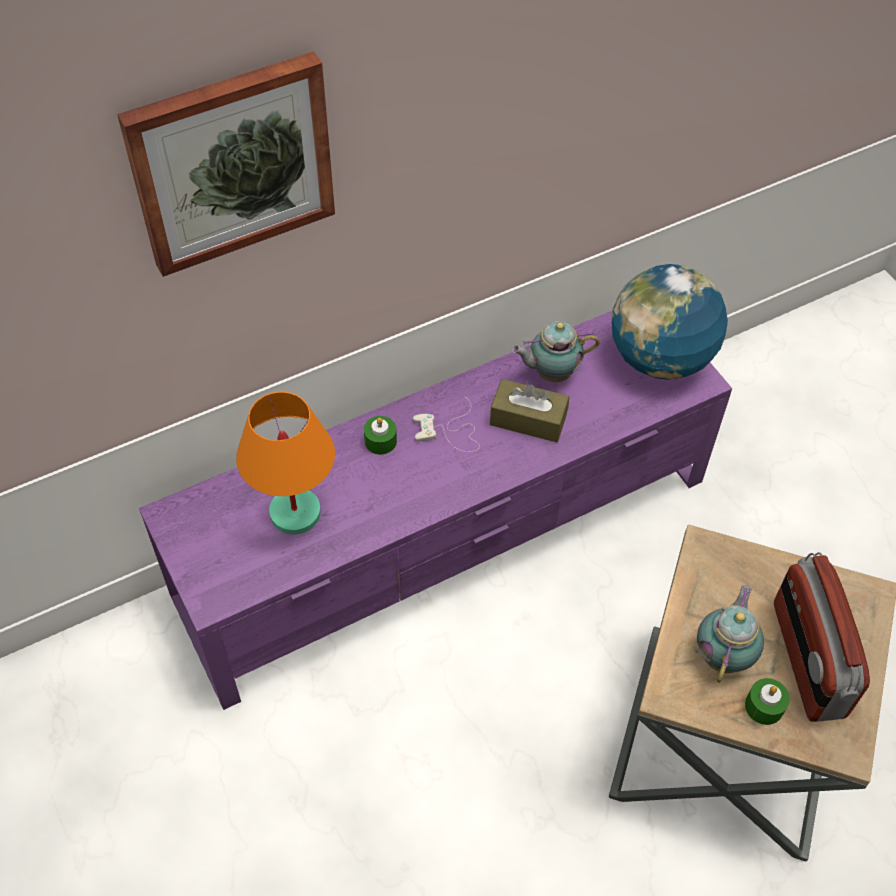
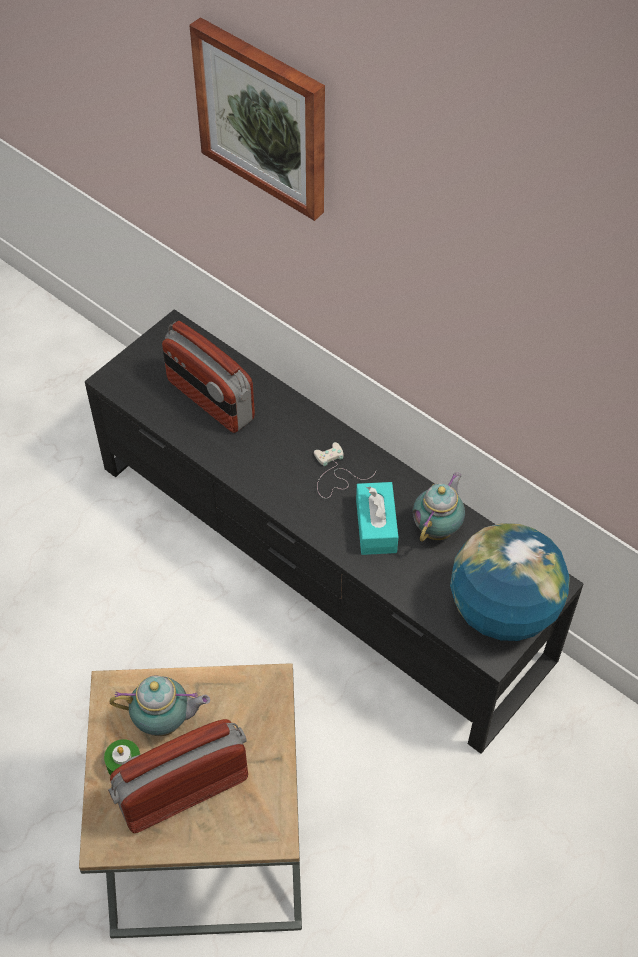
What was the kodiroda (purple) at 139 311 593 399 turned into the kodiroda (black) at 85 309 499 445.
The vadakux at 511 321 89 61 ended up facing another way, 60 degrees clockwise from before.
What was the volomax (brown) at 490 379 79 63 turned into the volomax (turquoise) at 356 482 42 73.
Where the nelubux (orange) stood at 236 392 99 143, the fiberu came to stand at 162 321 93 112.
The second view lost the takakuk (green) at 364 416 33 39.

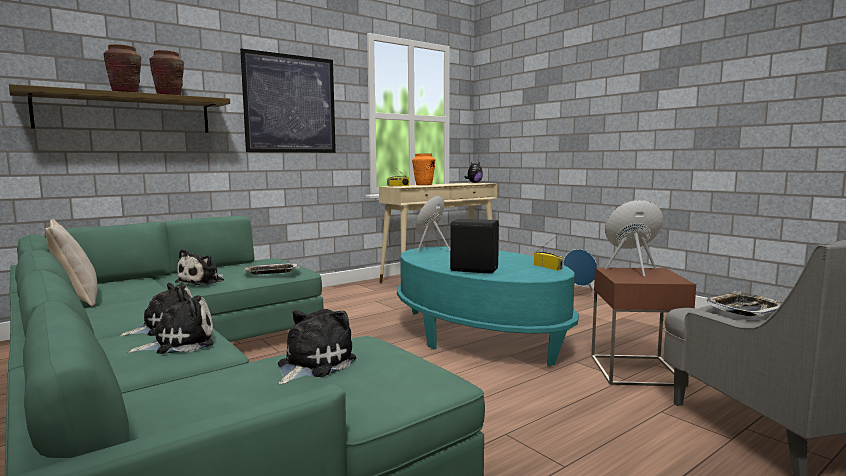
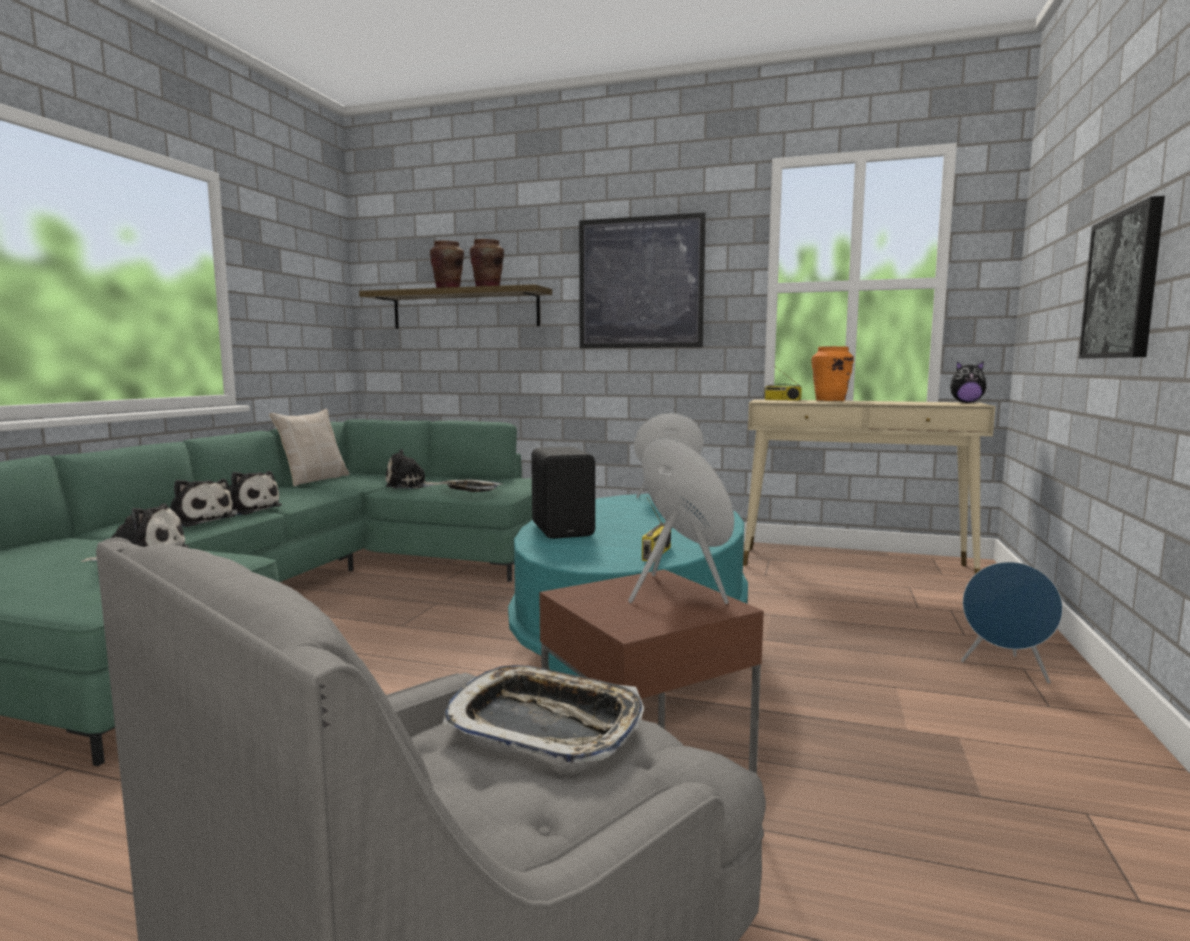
The second view gained the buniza at 1078 196 87 163.

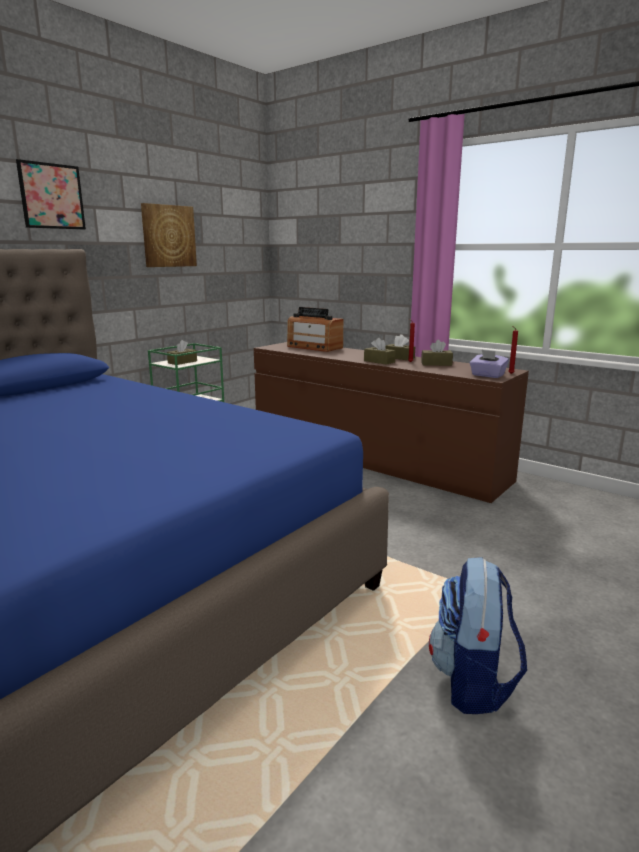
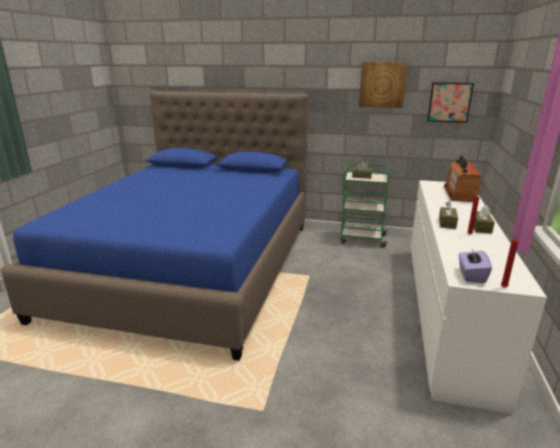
The buniza ended up elsewhere, having gone from 16 159 70 70 to 427 82 47 41.
The second view lost the volomax (brown) at 421 340 32 26.
What was the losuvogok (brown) at 254 342 275 161 turned into the losuvogok (white) at 411 180 136 234.
The second view lost the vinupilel at 429 557 98 157.

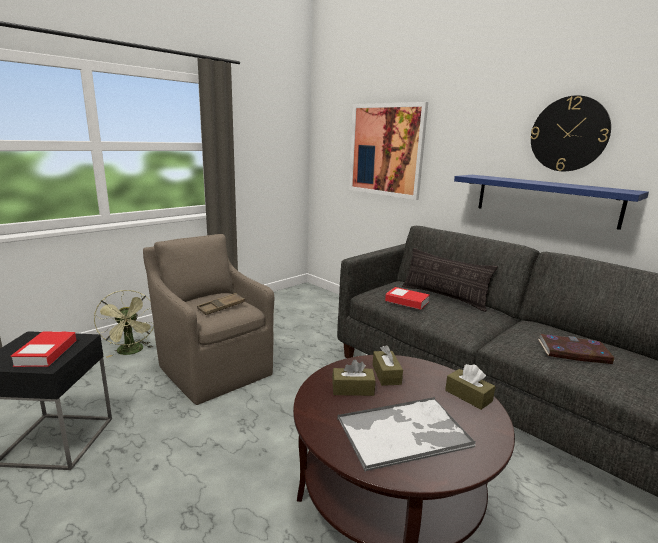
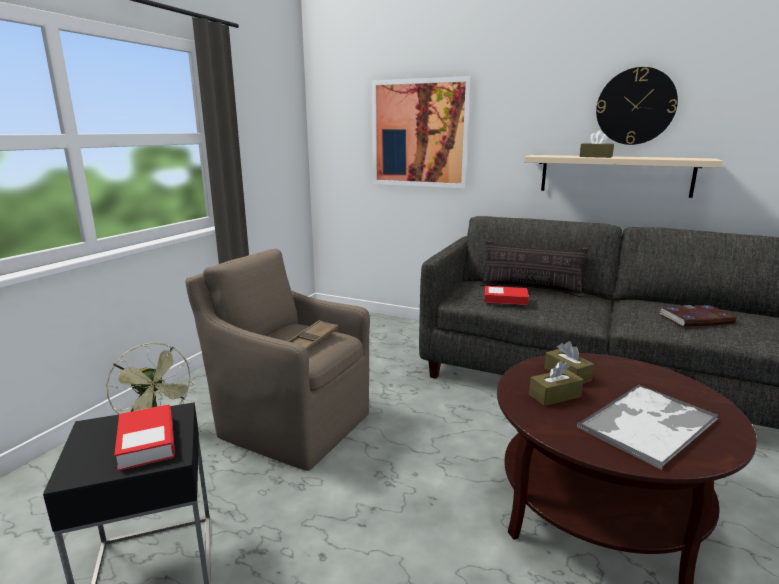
What was the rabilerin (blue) at 454 175 195 55 turned into the rabilerin (beige) at 524 155 199 43.
The volomax (brown) ended up elsewhere, having gone from 445 364 50 46 to 579 131 35 27.

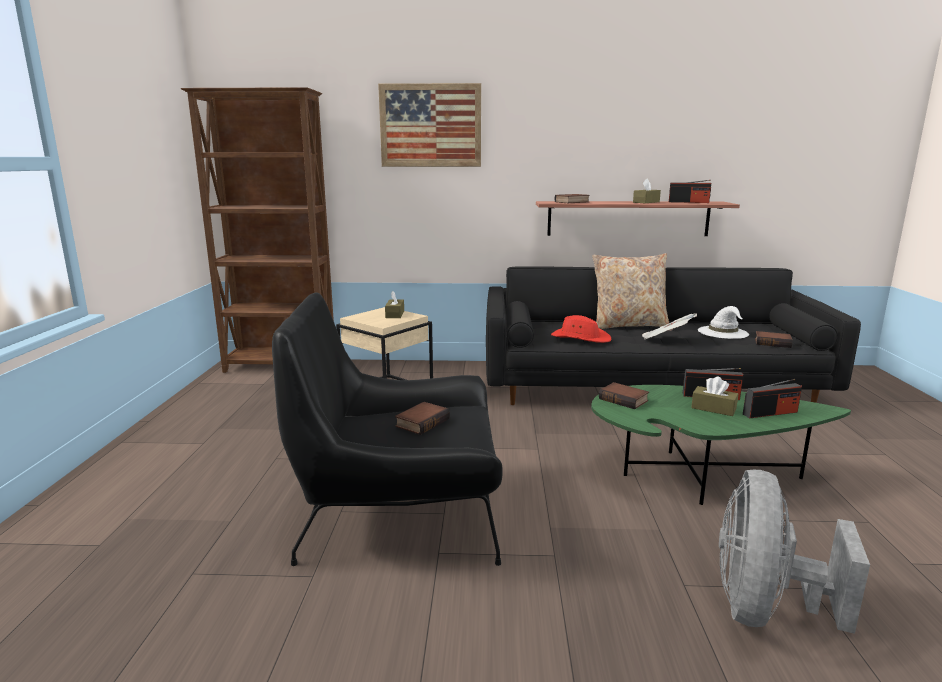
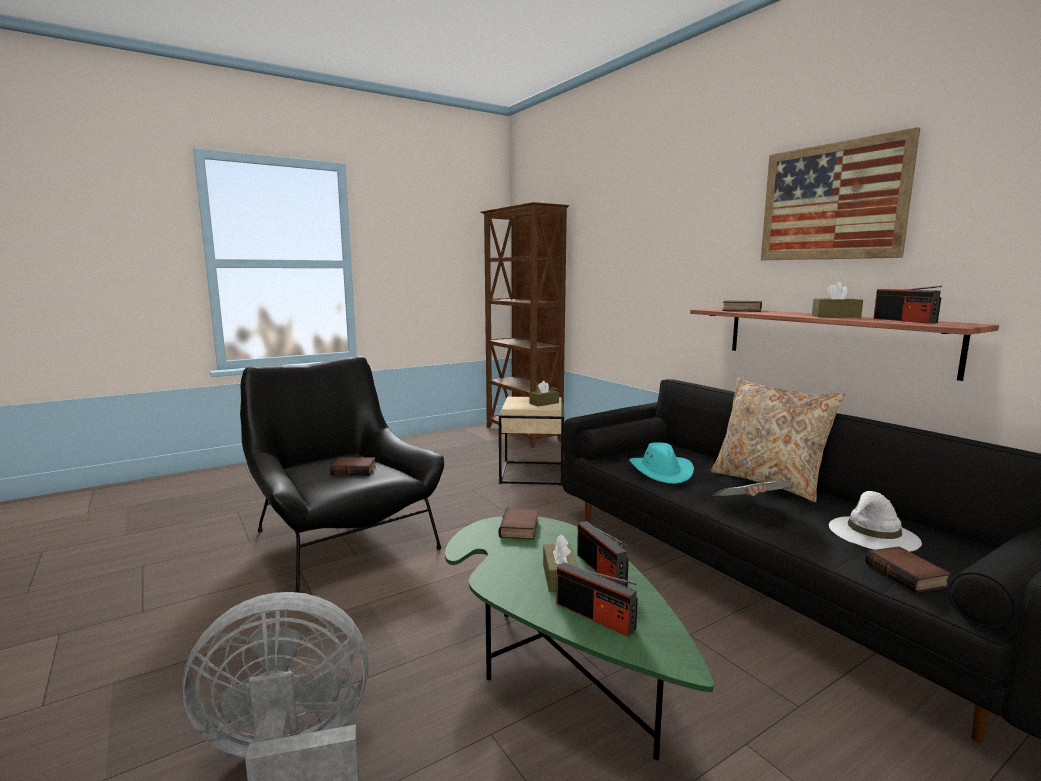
The buniza ended up elsewhere, having gone from 378 83 103 84 to 761 127 159 133.
What was the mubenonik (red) at 551 315 60 28 turned into the mubenonik (turquoise) at 629 442 65 42.

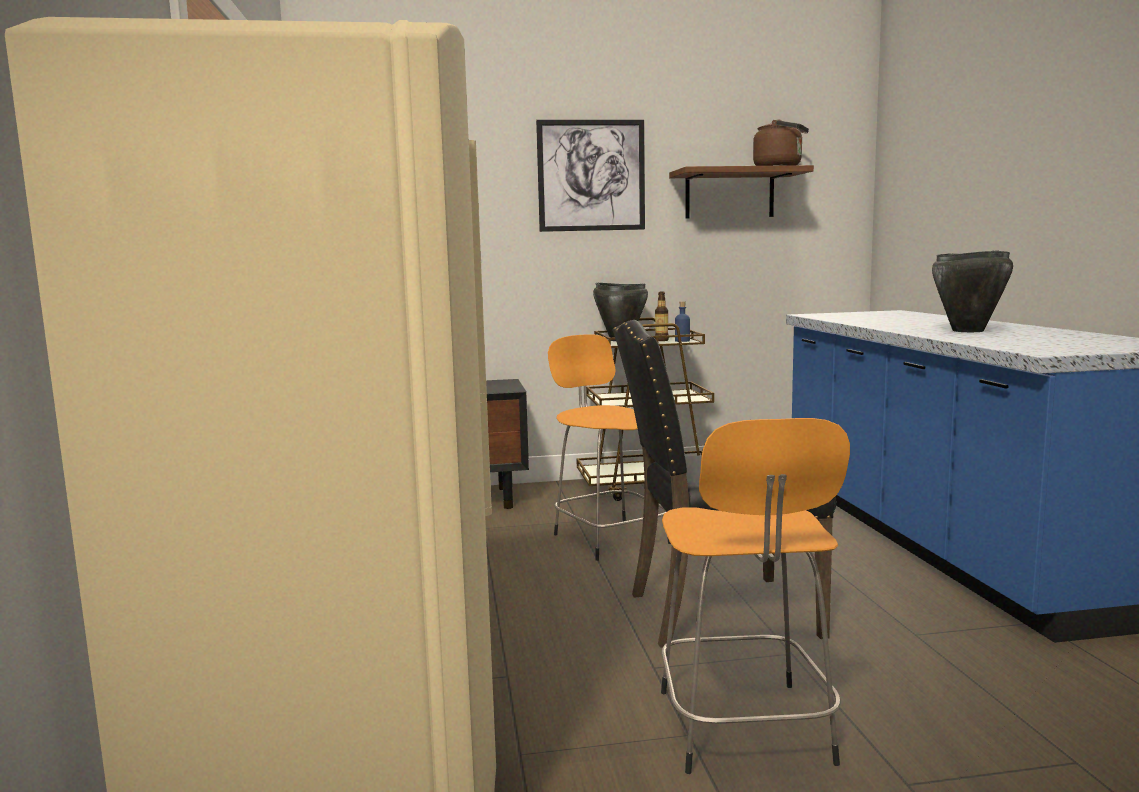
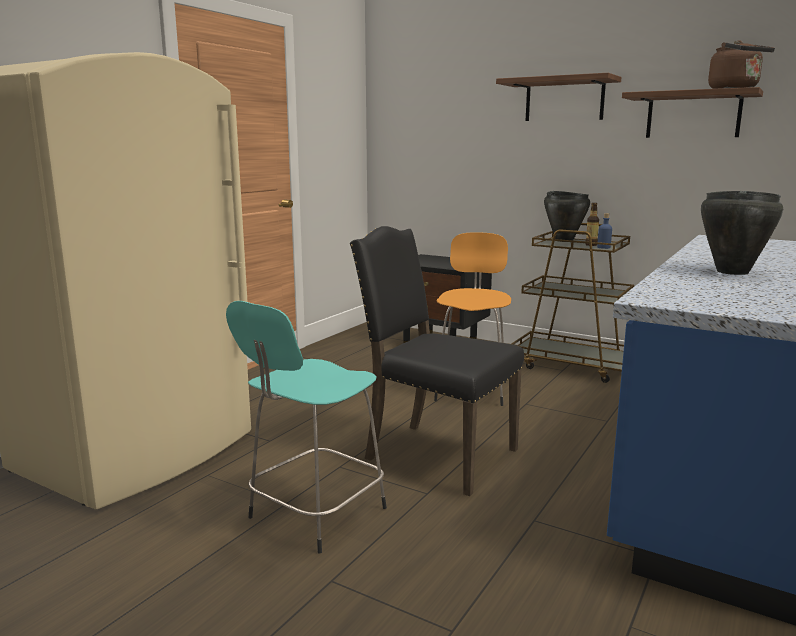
Where the buniza hung at 536 120 109 112, the rabilerin came to hang at 496 73 125 48.
What was the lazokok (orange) at 661 418 189 356 turned into the lazokok (turquoise) at 226 301 161 253.

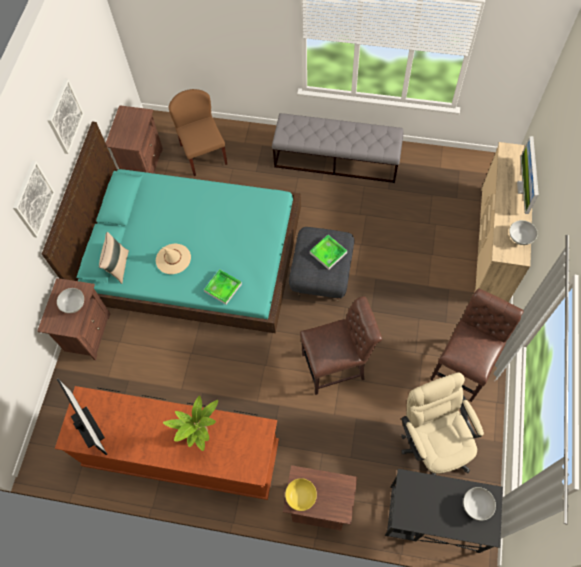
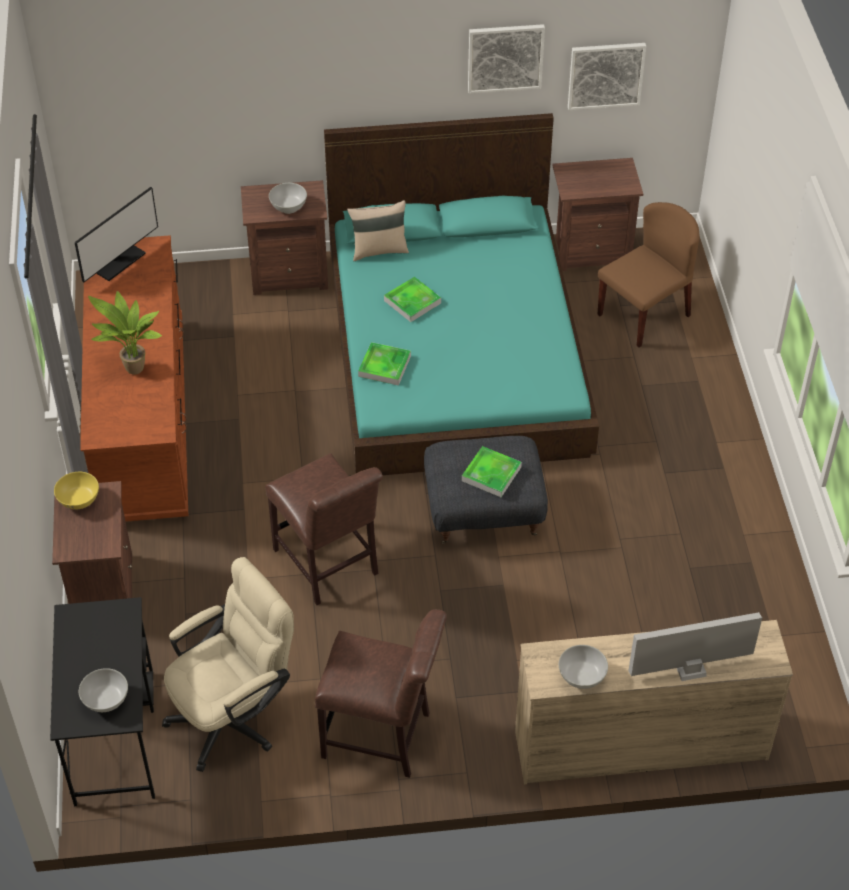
The second view lost the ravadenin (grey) at 272 113 131 70.
The buniza ended up elsewhere, having gone from 13 161 42 77 to 568 43 78 67.
Where the mubenonik (beige) stood at 156 244 35 30, the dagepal came to stand at 384 277 57 45.

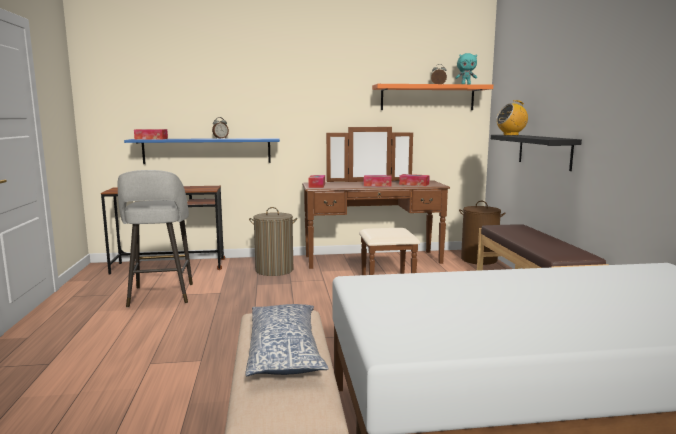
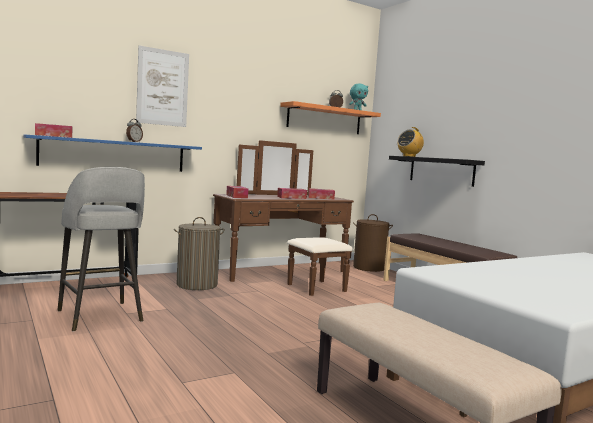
The second view lost the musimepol at 245 304 84 72.
The second view gained the buniza at 136 45 53 82.

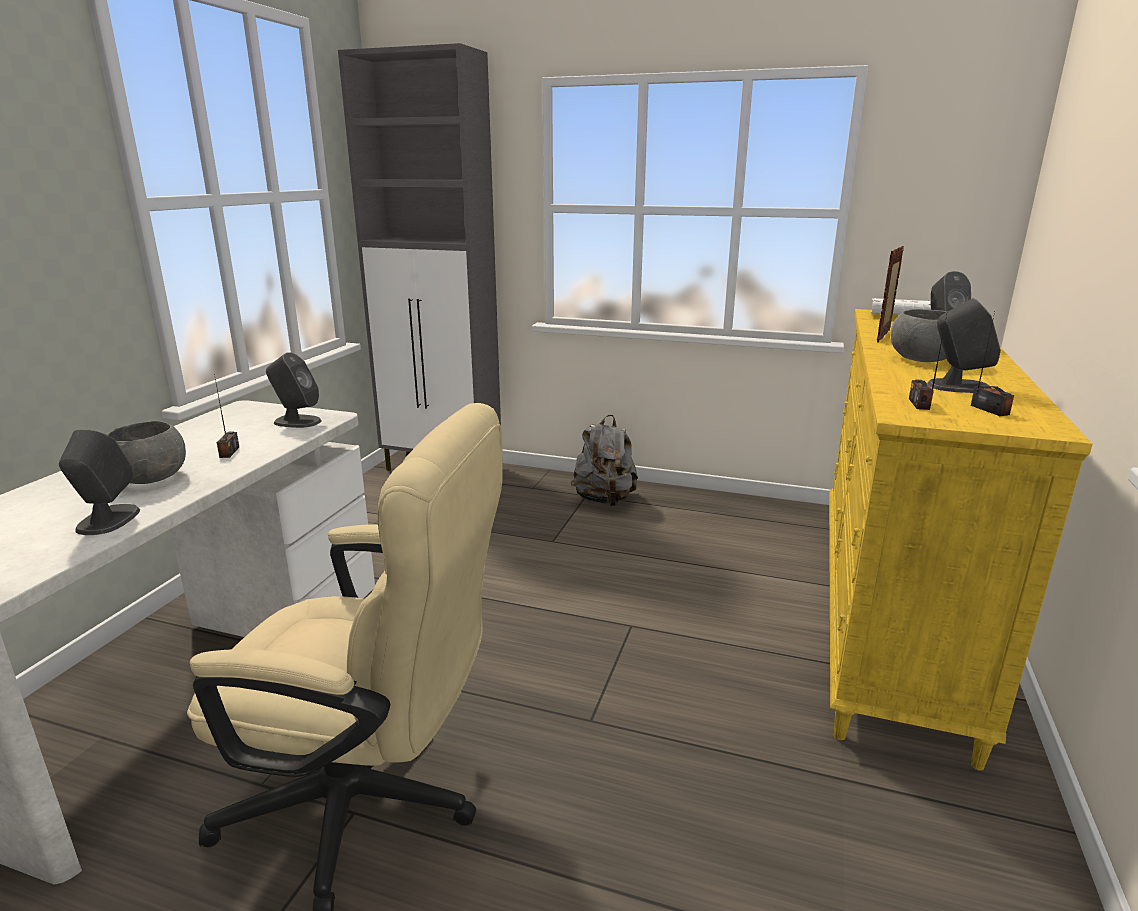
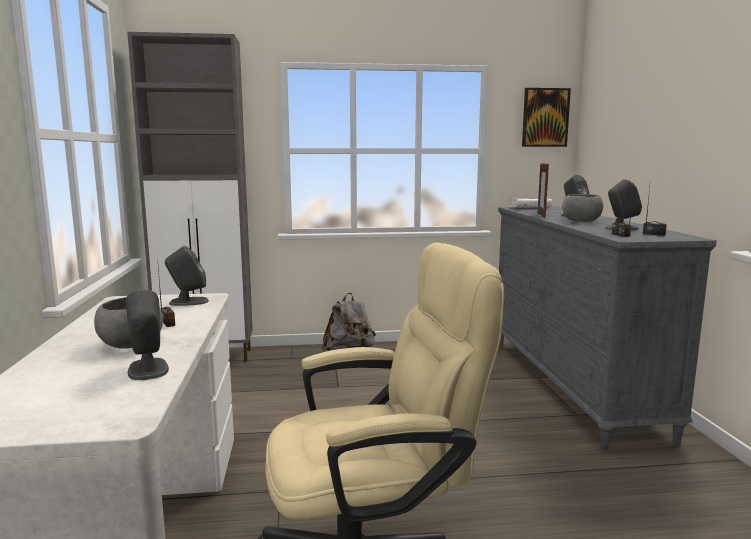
What was the losuvogok (yellow) at 829 309 264 462 turned into the losuvogok (grey) at 498 207 219 243.
The second view gained the buniza at 522 88 49 59.

